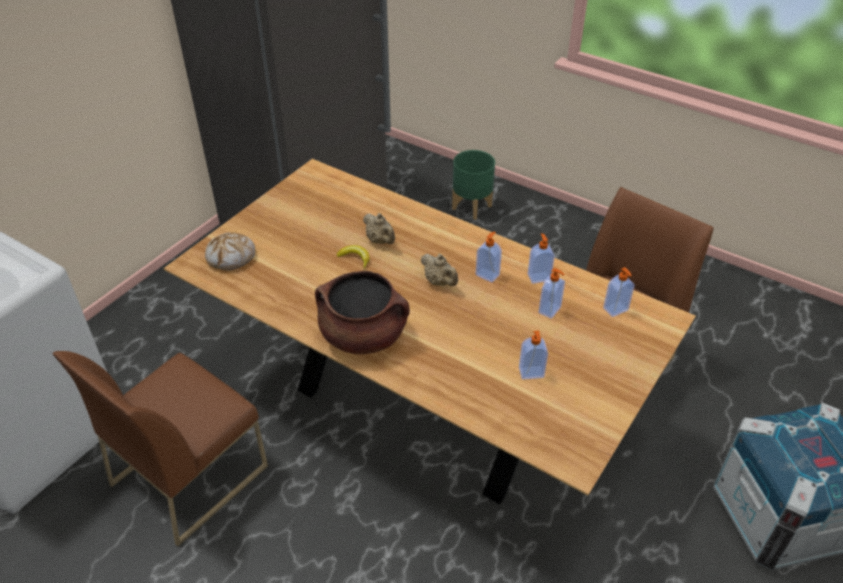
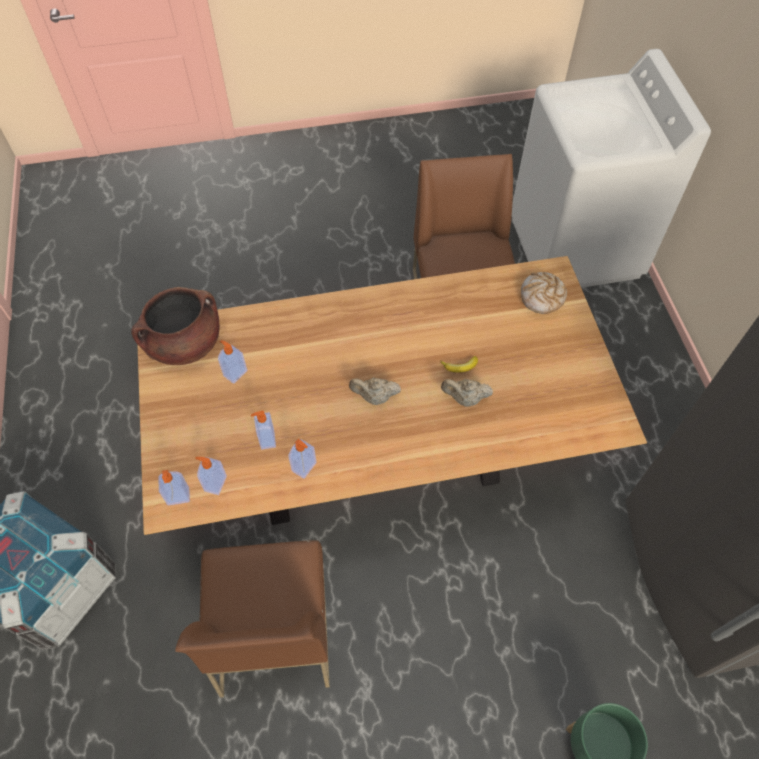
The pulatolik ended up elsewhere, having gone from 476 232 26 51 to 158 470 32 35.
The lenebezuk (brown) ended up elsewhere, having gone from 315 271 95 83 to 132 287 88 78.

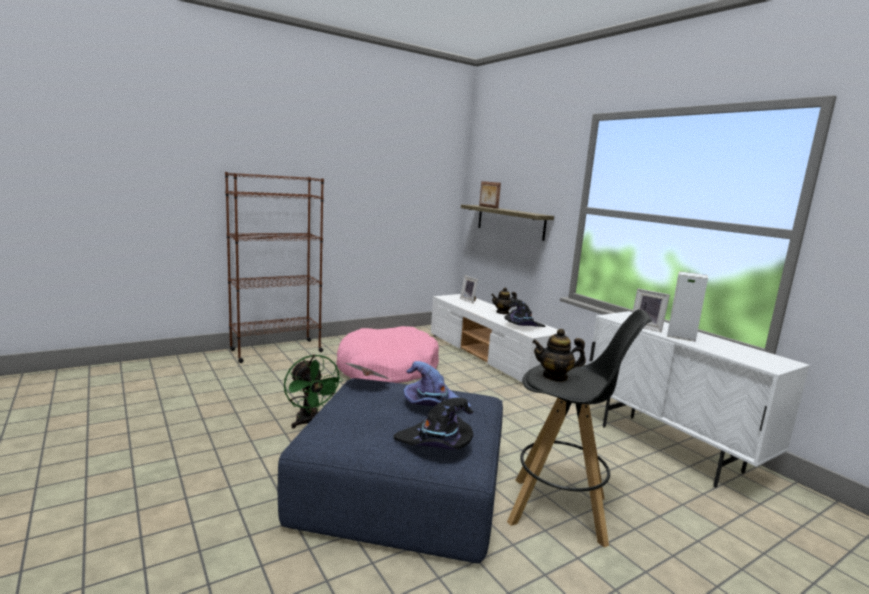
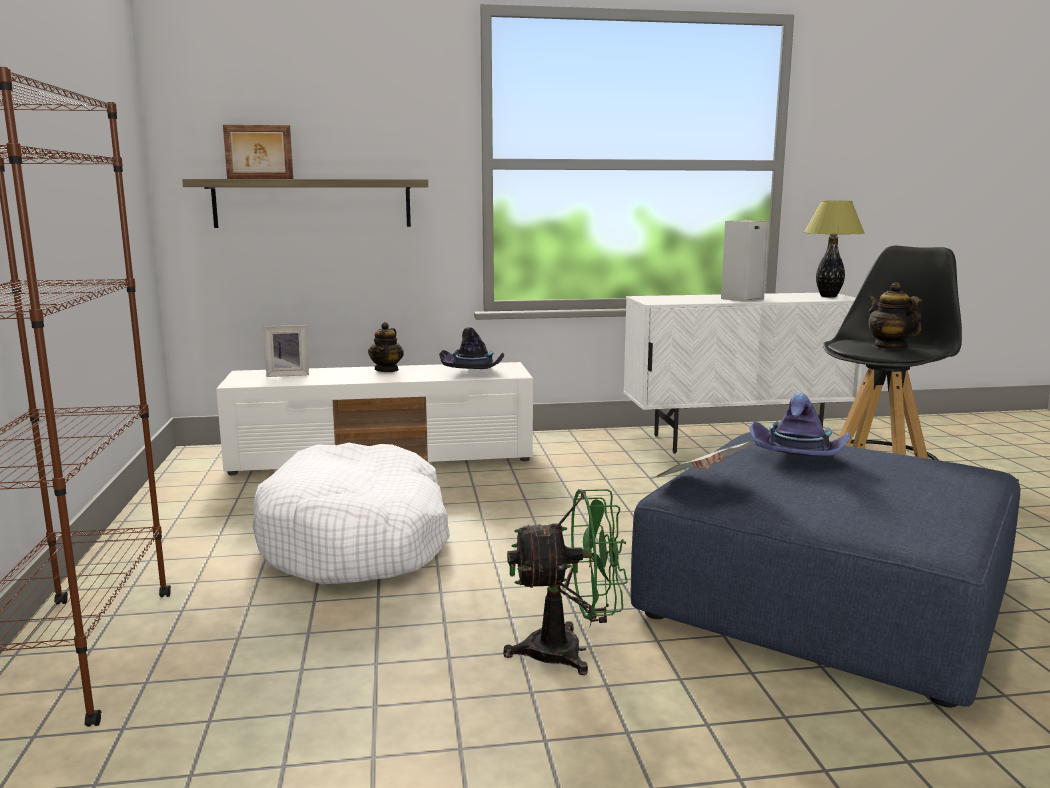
The second view lost the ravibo at 632 288 38 44.
What was the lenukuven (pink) at 336 326 103 57 turned into the lenukuven (white) at 252 443 198 141.
The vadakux at 532 329 54 53 ended up facing another way, 135 degrees clockwise from before.
The second view lost the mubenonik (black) at 393 397 80 53.
The second view gained the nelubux at 804 201 61 96.

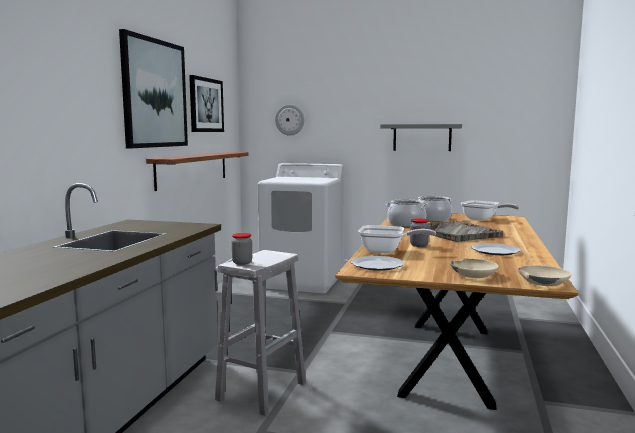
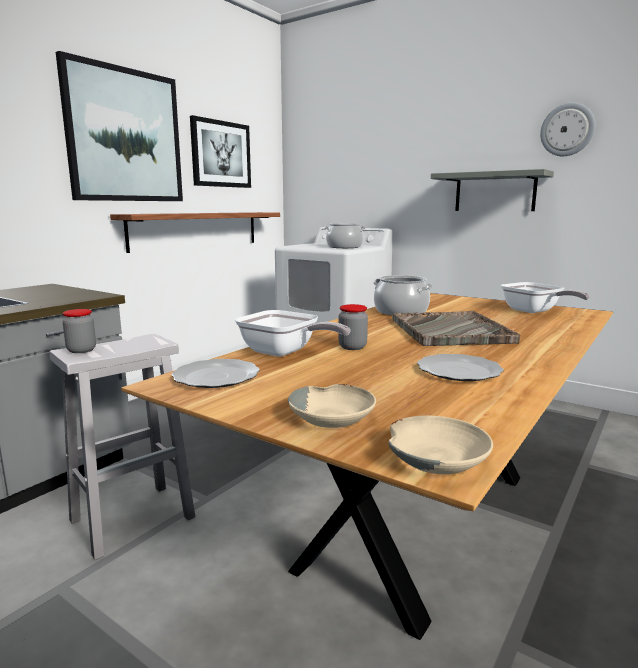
The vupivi ended up elsewhere, having gone from 275 104 29 32 to 540 103 55 53.
The lenebezuk ended up elsewhere, having gone from 418 196 34 26 to 324 224 42 24.

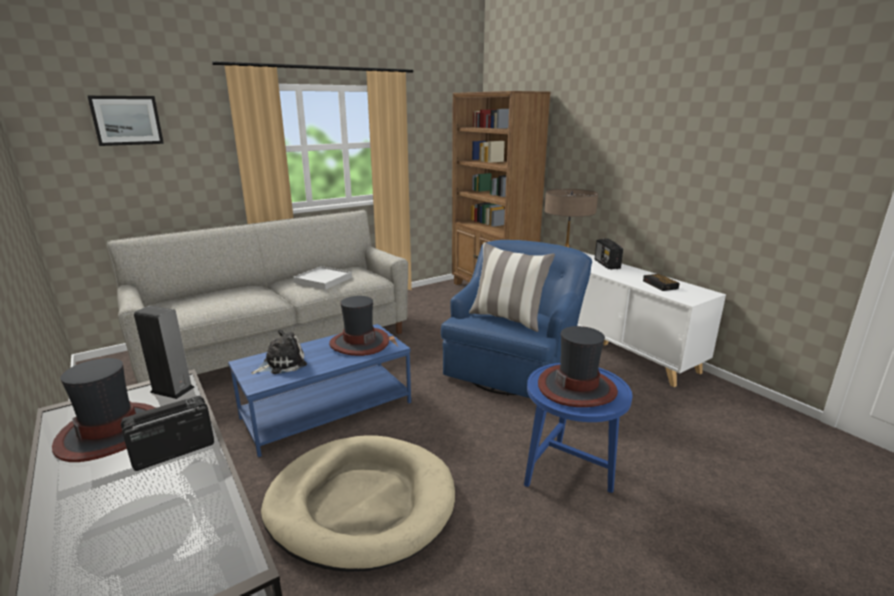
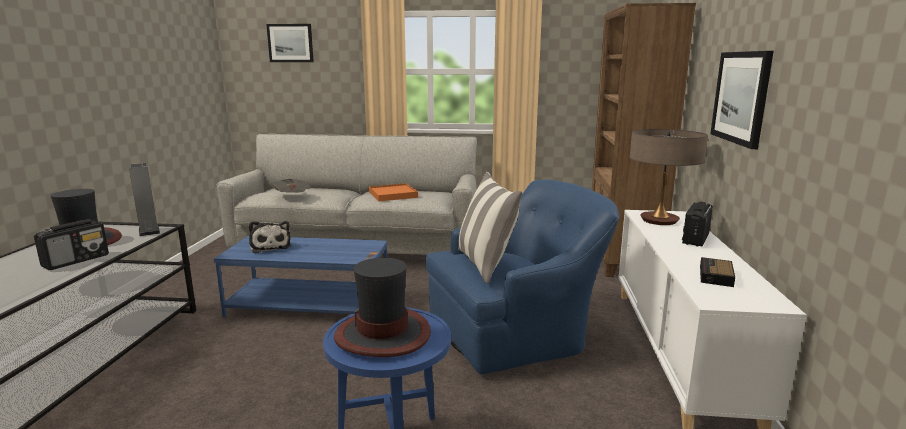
What was the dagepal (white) at 293 266 59 24 turned into the dagepal (orange) at 369 183 49 18.
The second view lost the mubenonik at 329 296 60 60.
The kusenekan at 251 329 56 45 ended up facing another way, 60 degrees clockwise from before.
The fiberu at 121 396 93 75 ended up facing another way, 120 degrees clockwise from before.
The second view lost the lenukuven (beige) at 261 436 194 136.
The second view gained the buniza at 710 51 64 98.
The second view gained the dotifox at 270 179 41 14.

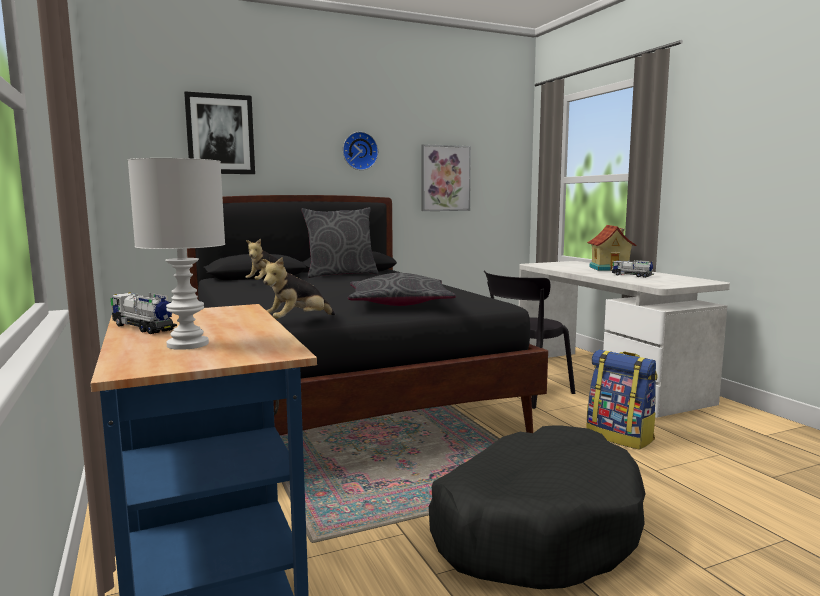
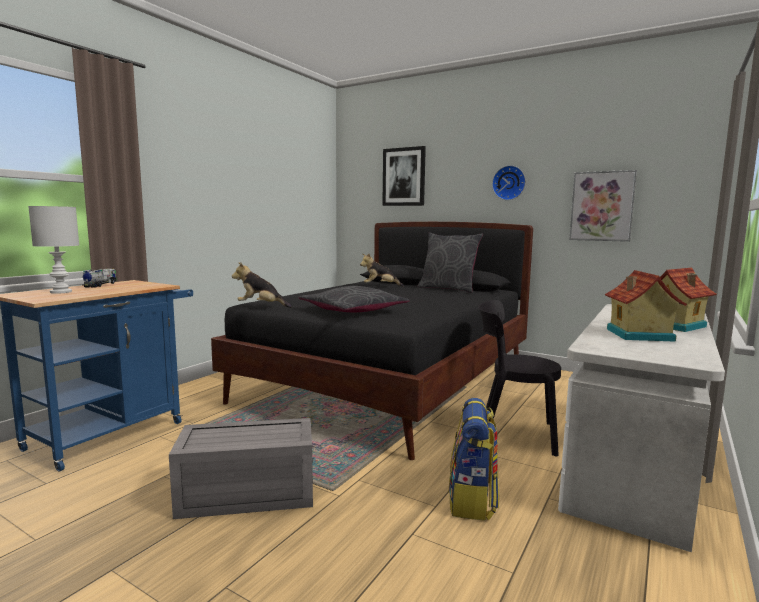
Where the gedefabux stood at 612 260 42 18, the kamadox came to stand at 605 270 82 72.
Where the lenukuven (black) stood at 429 426 216 163, the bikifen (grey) came to stand at 169 418 144 101.

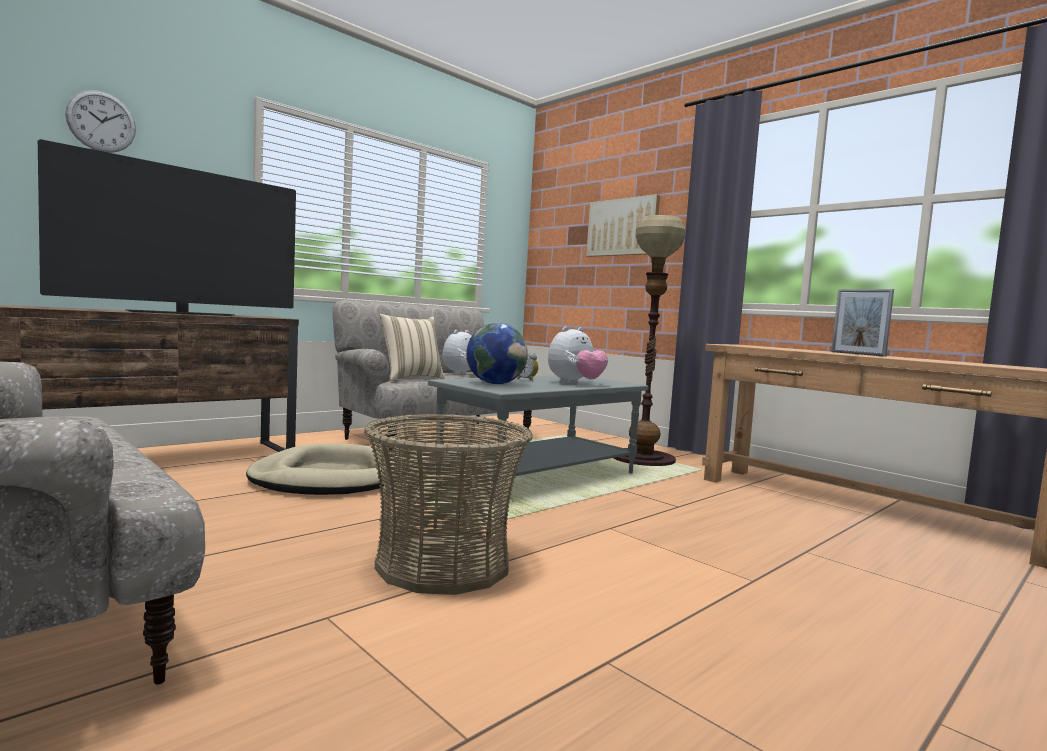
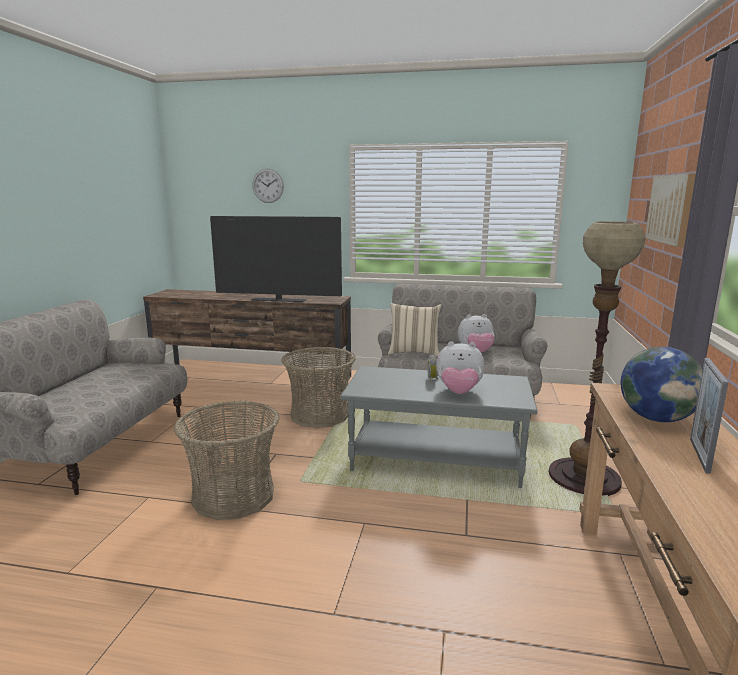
The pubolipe ended up elsewhere, having gone from 467 323 61 61 to 621 347 82 75.
Where the lenukuven (beige) stood at 246 443 161 52, the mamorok came to stand at 281 347 74 81.

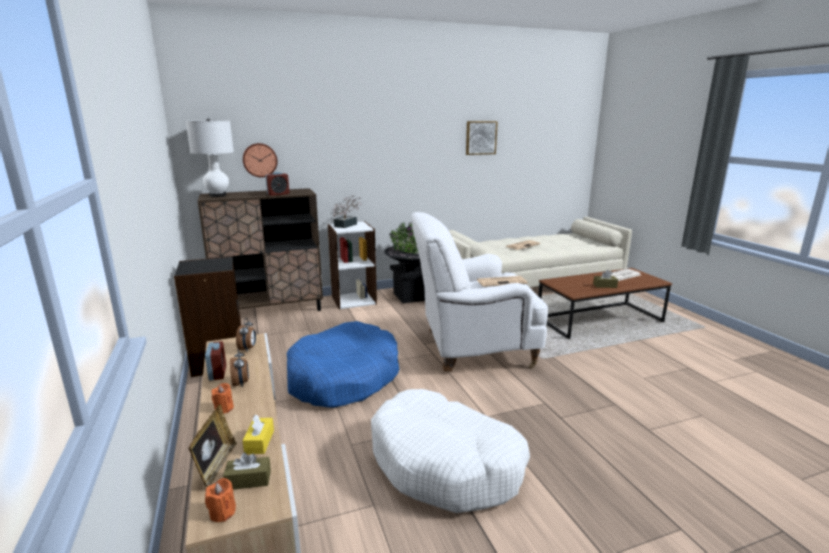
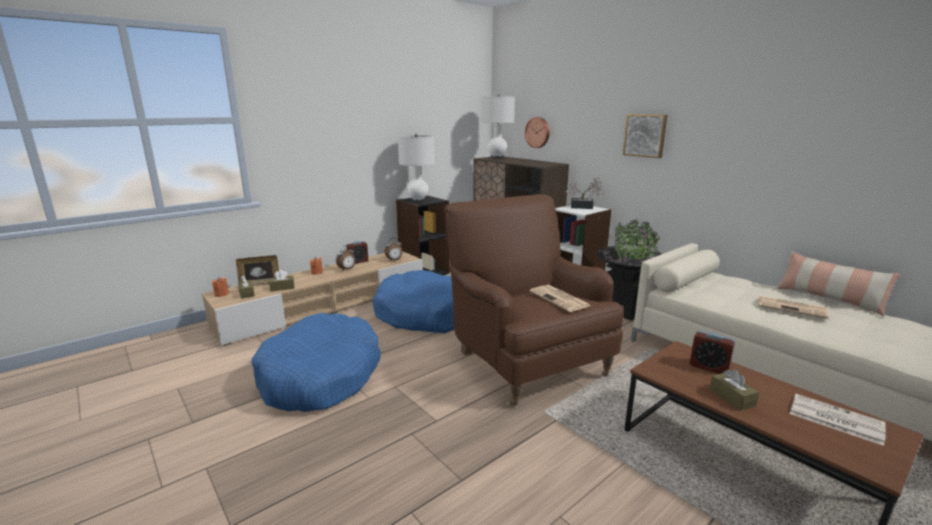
The buniza ended up elsewhere, having gone from 466 121 32 34 to 623 114 44 44.
The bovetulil ended up elsewhere, having gone from 266 172 24 24 to 690 330 45 44.
What was the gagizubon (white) at 411 212 137 160 turned into the gagizubon (brown) at 444 194 180 212.
What was the lenukuven (white) at 371 389 159 124 turned into the lenukuven (blue) at 251 313 130 99.
What was the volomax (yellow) at 243 415 31 39 turned into the volomax (brown) at 269 270 25 22.
The second view gained the nelubux (white) at 398 133 37 70.
The second view gained the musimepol at 776 251 124 65.

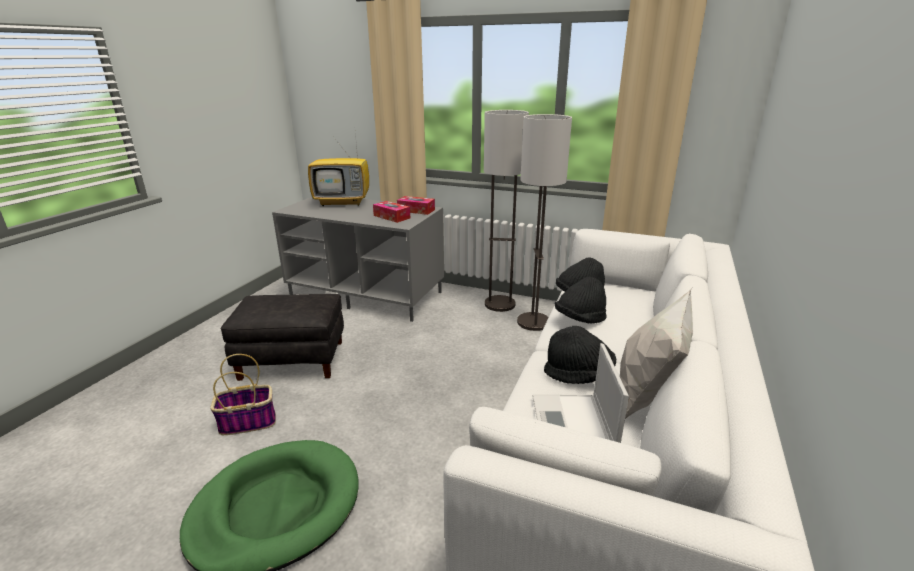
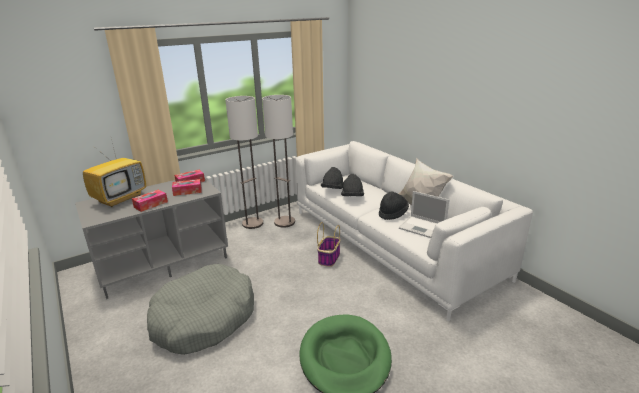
Where the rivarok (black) stood at 221 294 123 87, the lenukuven (grey) came to stand at 147 264 107 91.
The mamorok ended up elsewhere, having gone from 210 354 66 81 to 317 222 23 45.
The second view gained the volomax at 132 189 36 23.

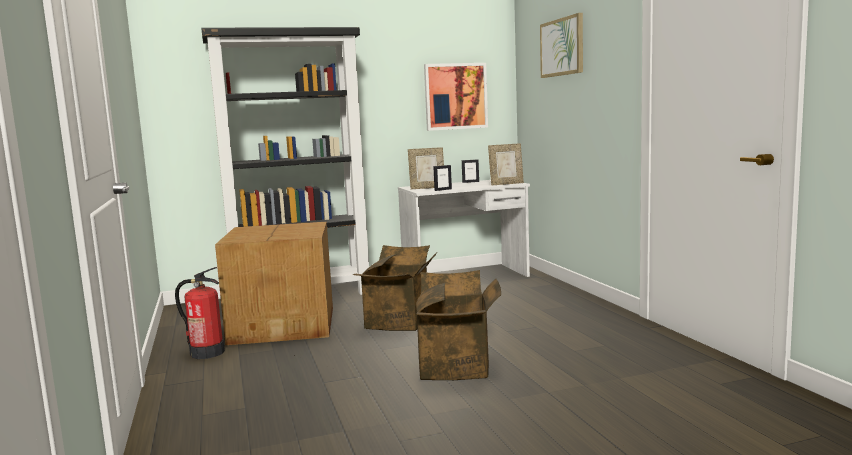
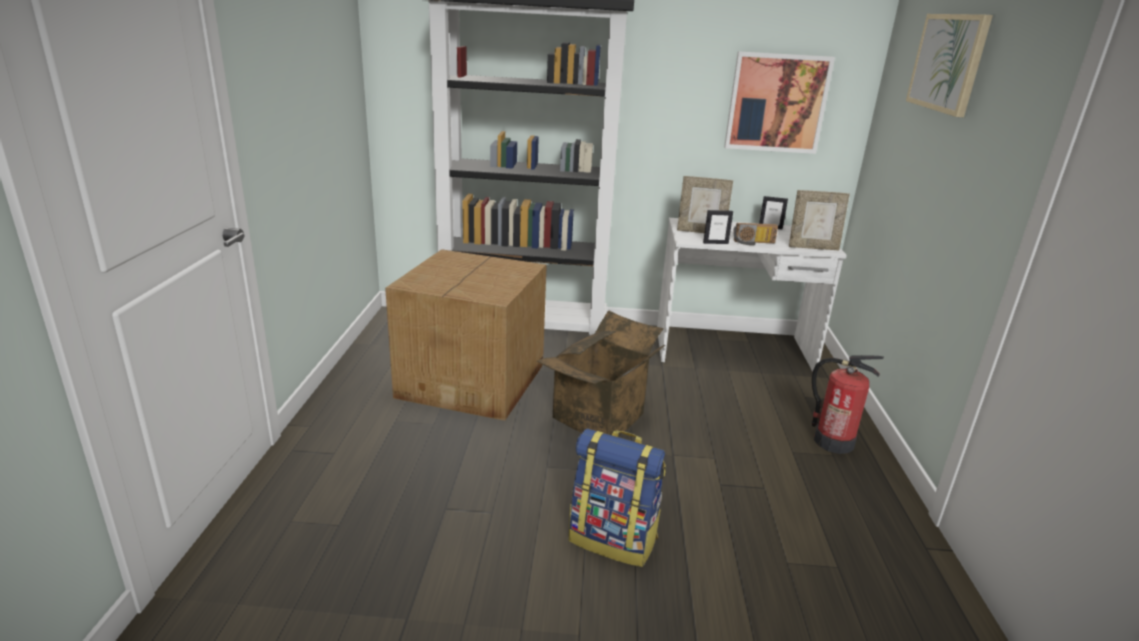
The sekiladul ended up elsewhere, having gone from 175 267 50 92 to 812 355 72 99.
Where the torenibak stood at 416 270 85 110, the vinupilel came to stand at 569 428 97 139.
The second view gained the fiberu at 733 223 45 22.

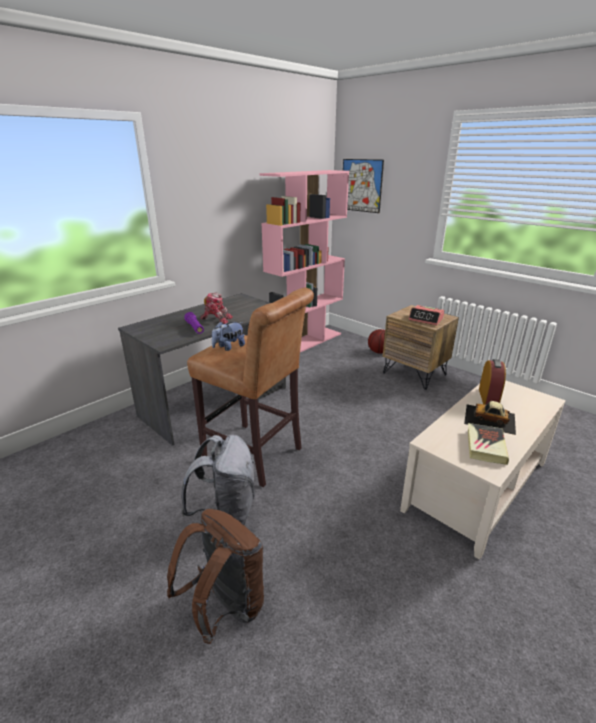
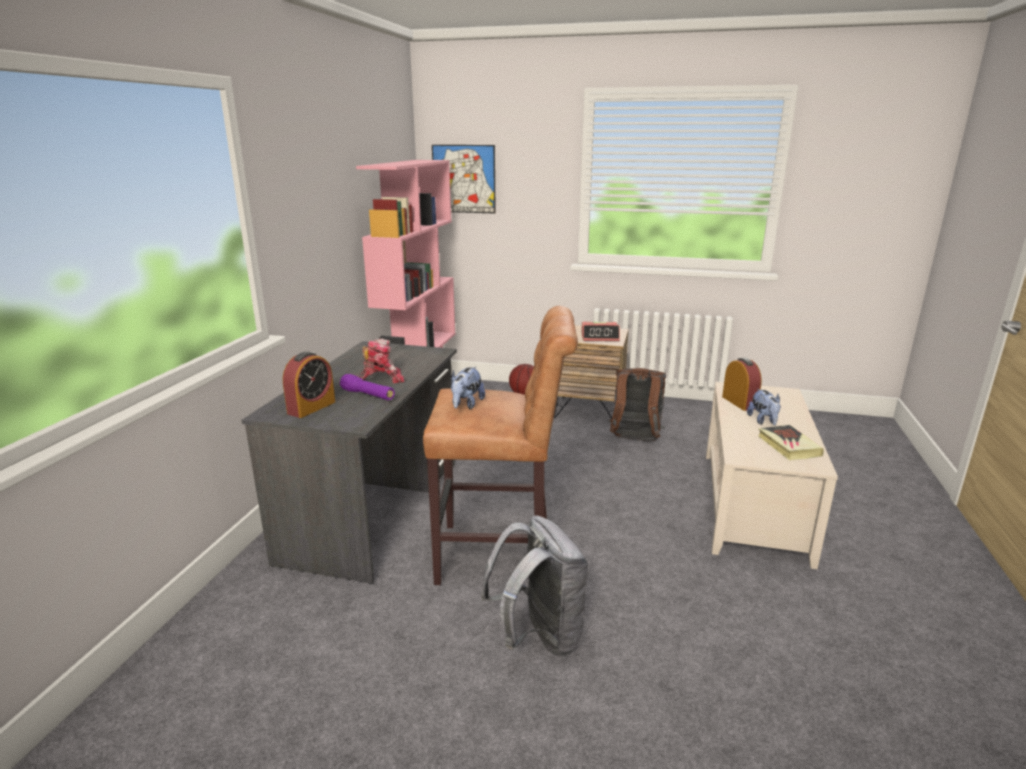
Where the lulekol stood at 464 401 52 34, the kusenekan came to stand at 747 388 34 37.
The vinupilel (brown) ended up elsewhere, having gone from 167 509 97 135 to 608 368 58 73.
The second view gained the bovetulil at 283 351 52 67.

